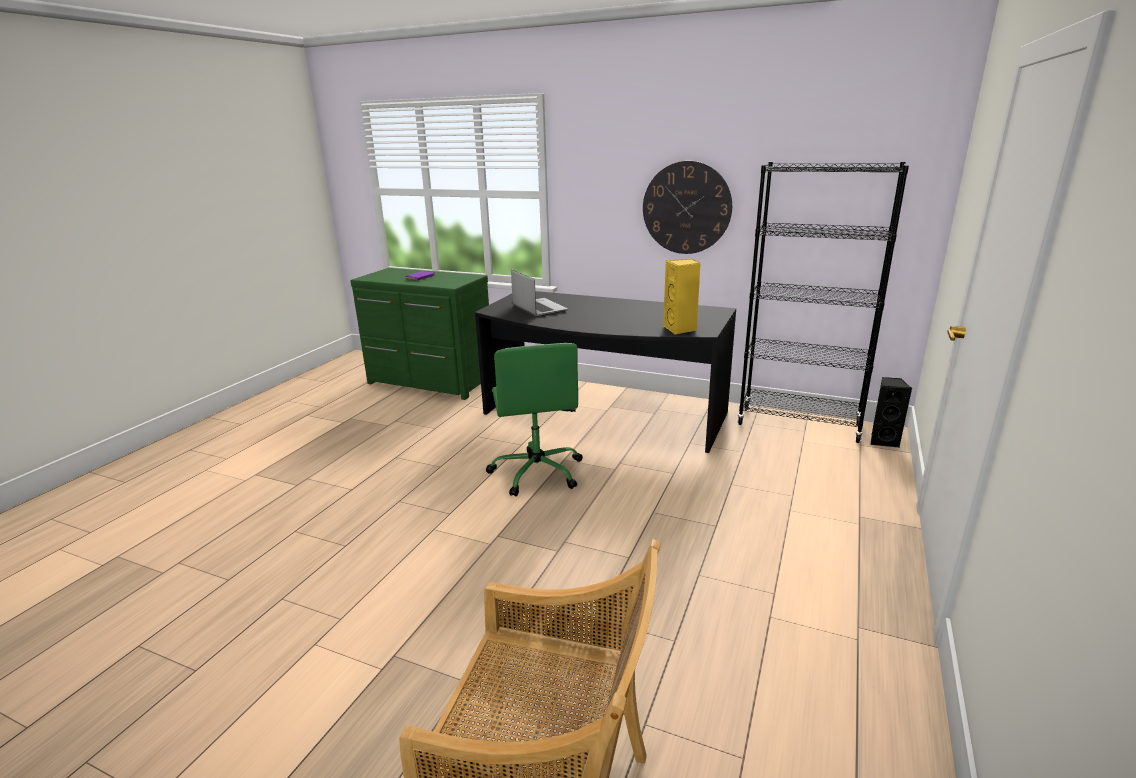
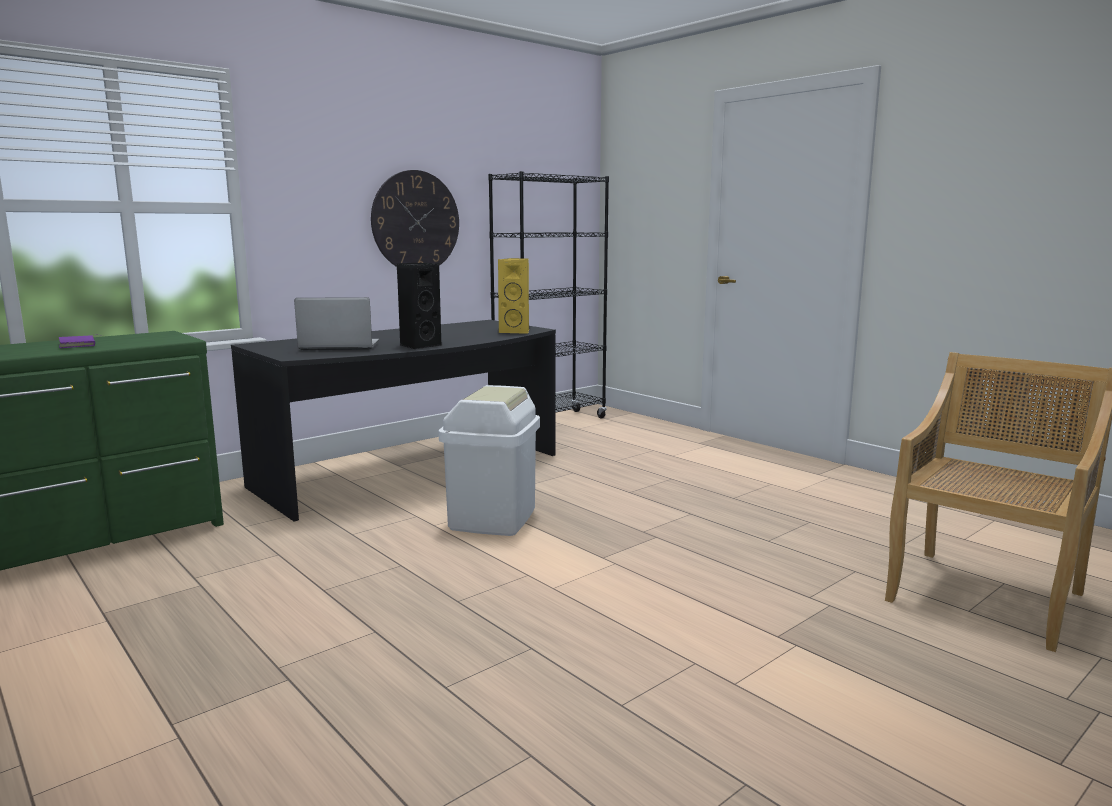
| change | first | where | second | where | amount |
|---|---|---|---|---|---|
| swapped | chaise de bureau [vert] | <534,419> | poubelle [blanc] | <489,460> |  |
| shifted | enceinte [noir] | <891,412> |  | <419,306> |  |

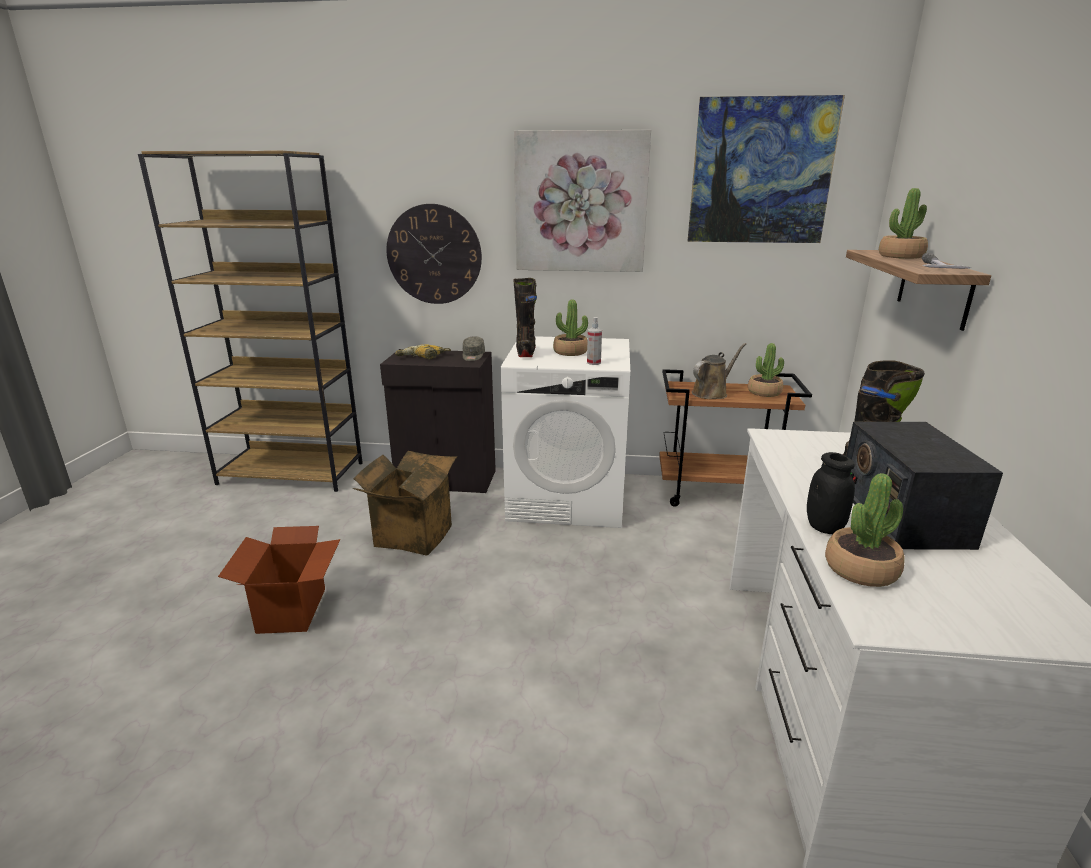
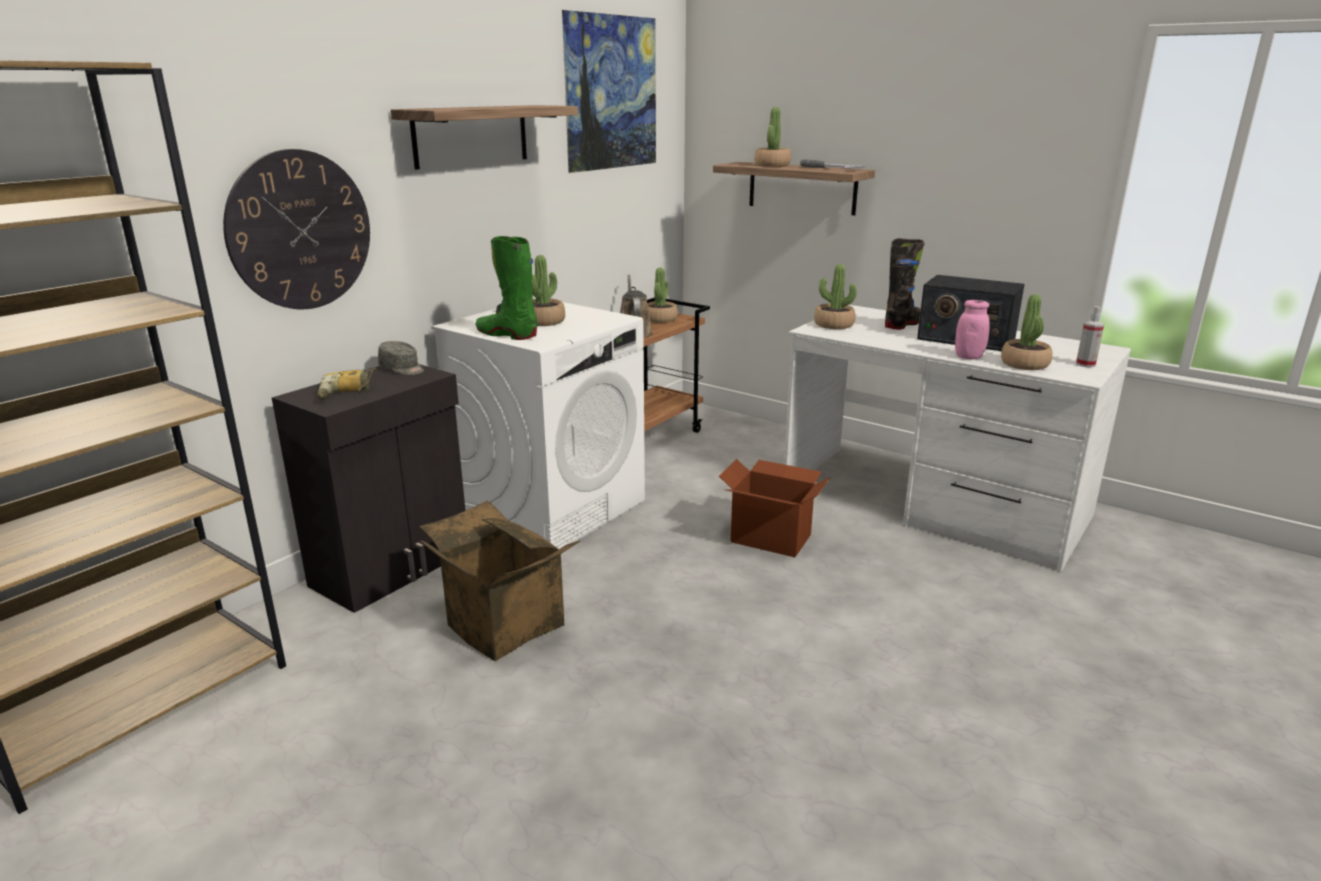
| change | first | where | second | where | amount |
|---|---|---|---|---|---|
| swapped | tableau | <582,201> | étagère | <484,137> |  |
| repainted | botte [noir] | <525,317> | botte [vert] | <506,288> |  |
| shifted | vaporisateur | <594,341> |  | <1090,336> |  |
| repainted | bocal [noir] | <831,493> | bocal [rose] | <972,329> |  |
| shifted | carton | <279,580> |  | <775,508> |  |
| new |  |  | plante en pot | <835,296> |  |

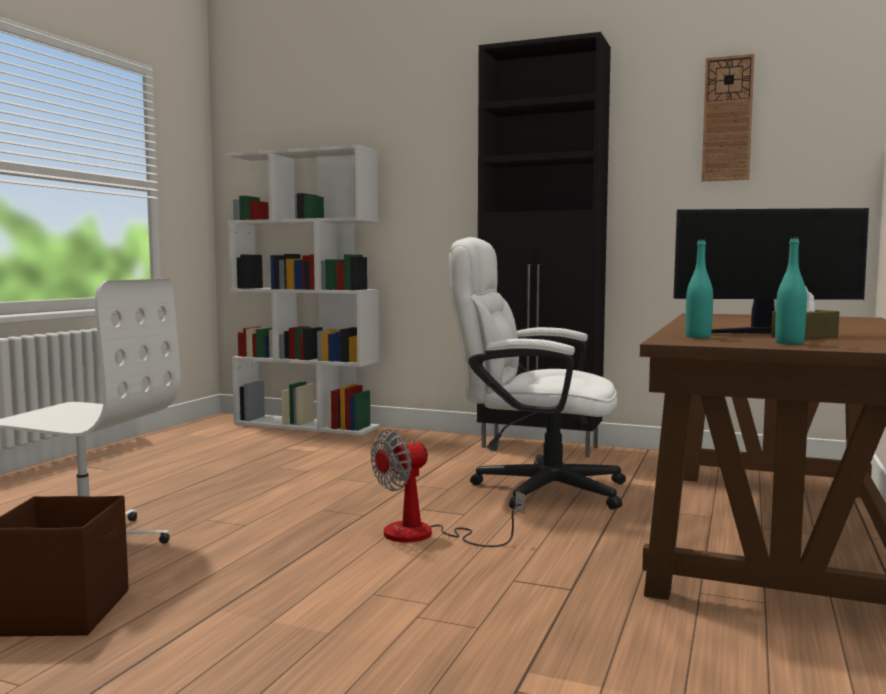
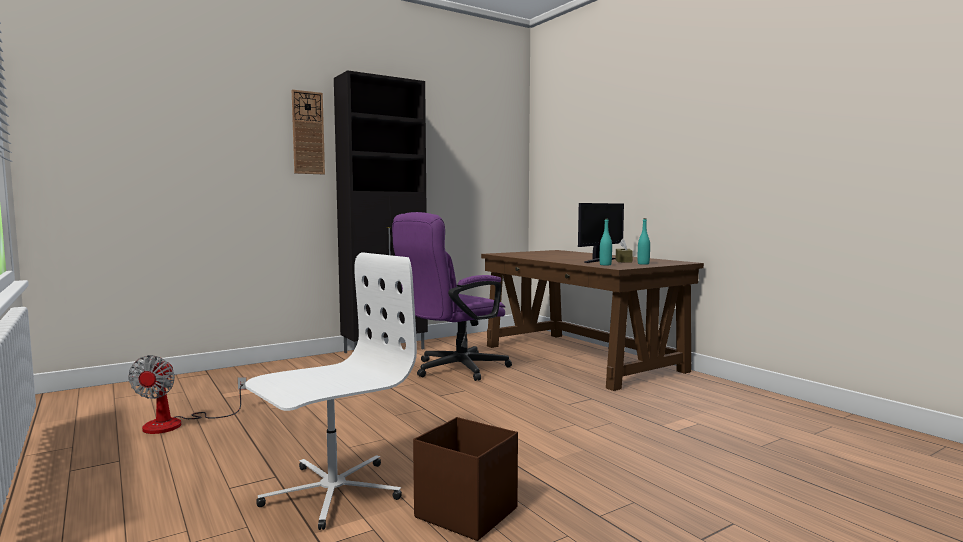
| change | first | where | second | where | amount |
|---|---|---|---|---|---|
| shifted | horloge murale | <728,117> |  | <308,131> |  |
| gone | bibliothèque [blanc] | <303,290> |  |  |  |
| repainted | chaise de bureau [blanc] | <537,373> | chaise de bureau [violet] | <452,296> |  |
| shifted | ventilateur | <448,488> |  | <187,394> |  |

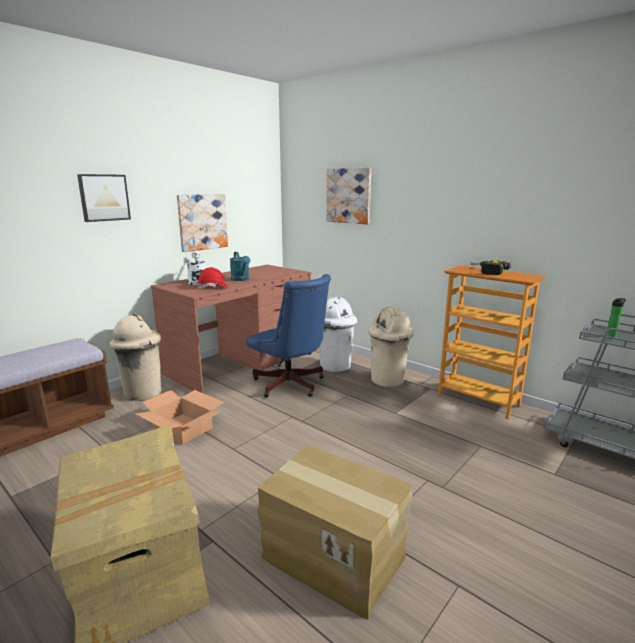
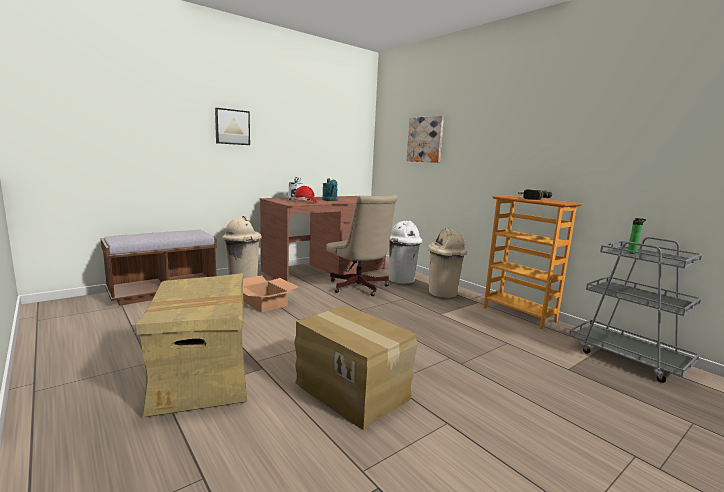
| change | first | where | second | where | amount |
|---|---|---|---|---|---|
| gone | tableau | <202,223> |  |  |  |
| repainted | chaise de bureau [bleu] | <288,336> | chaise de bureau [beige] | <362,245> |  |

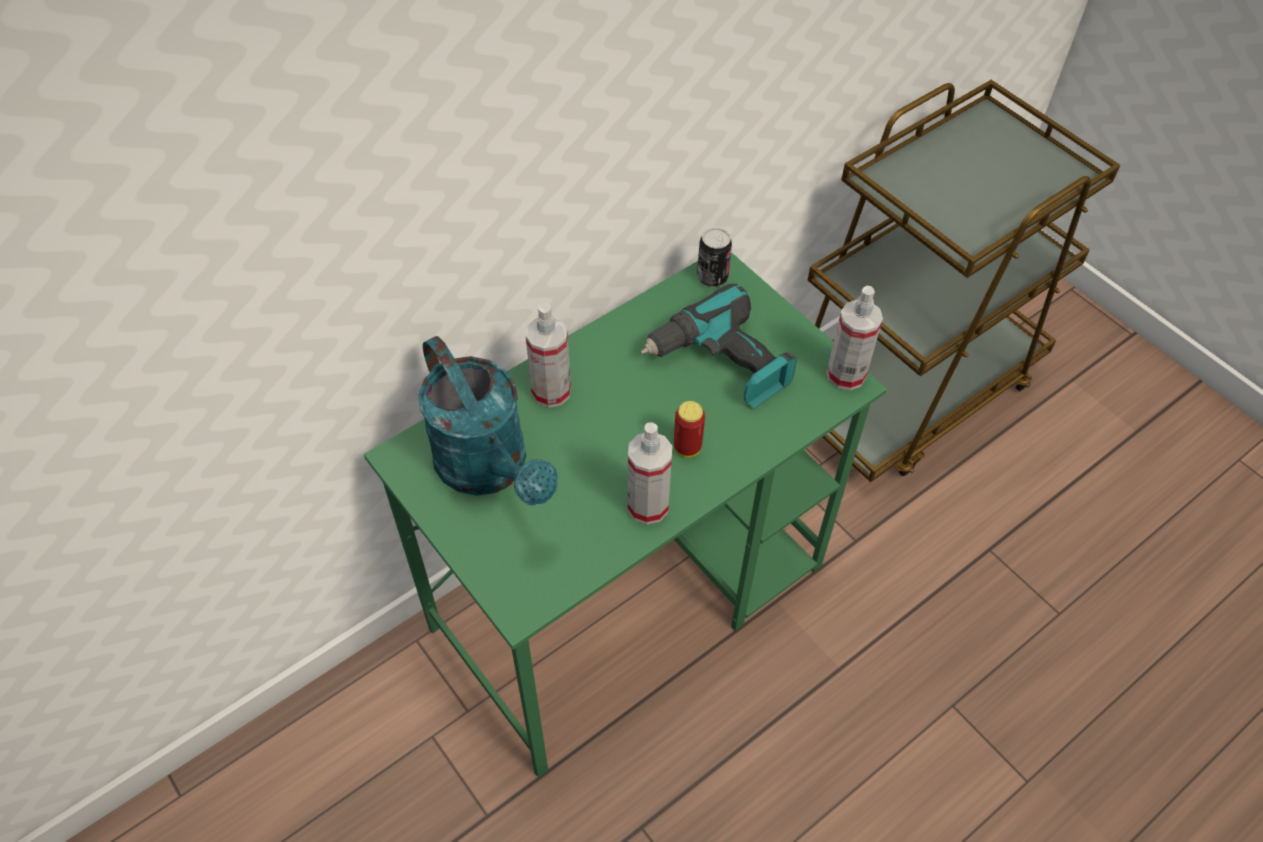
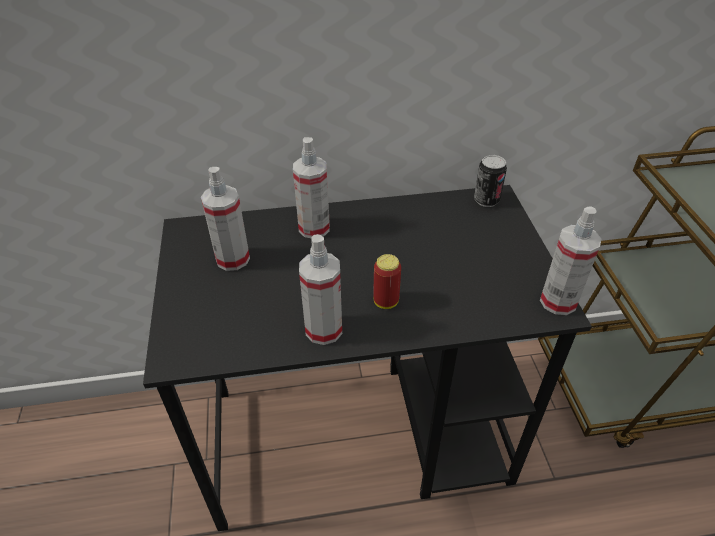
| change | first | where | second | where | amount |
|---|---|---|---|---|---|
| repainted | bureau [vert] | <625,515> | bureau [noir] | <367,358> |  |
| gone | perceuse | <718,346> |  |  |  |
| swapped | arrosoir [turquoise] | <488,421> | vaporisateur | <225,219> |  |

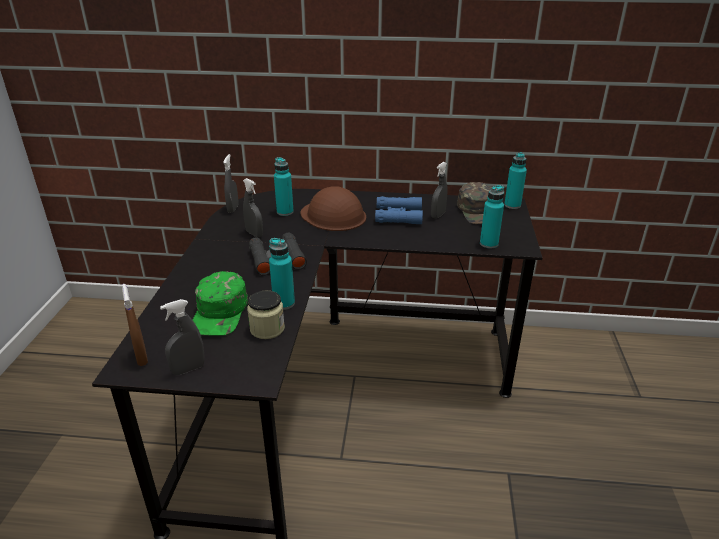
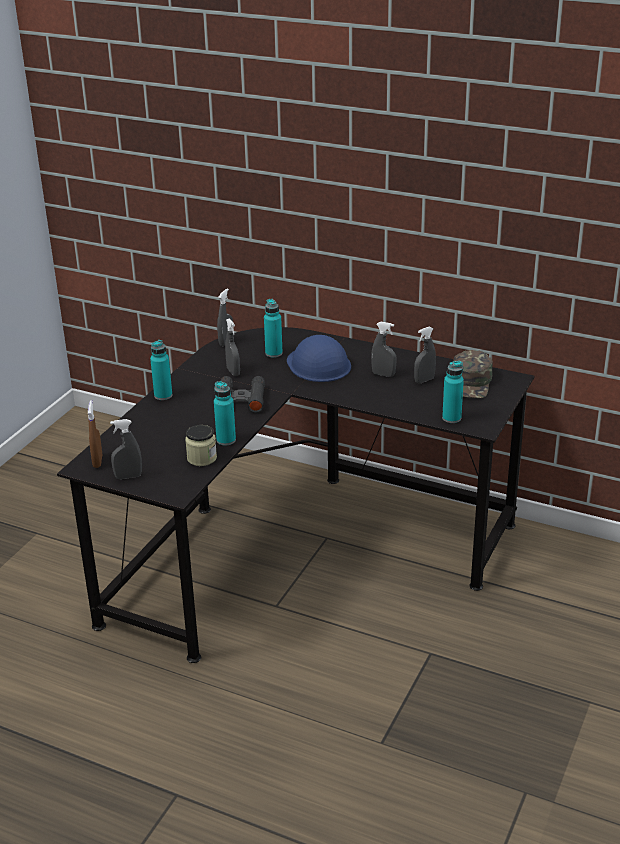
| change | first | where | second | where | amount |
|---|---|---|---|---|---|
| shifted | bouteille [turquoise] | <515,180> |  | <161,370> |  |
| repainted | casque de chantier [marron] | <333,208> | casque de chantier [bleu] | <319,358> |  |
| swapped | jumelles [bleu] | <399,210> | vaporisateur [gris] | <384,349> |  |
| gone | casquette [vert] | <220,303> |  |  |  |

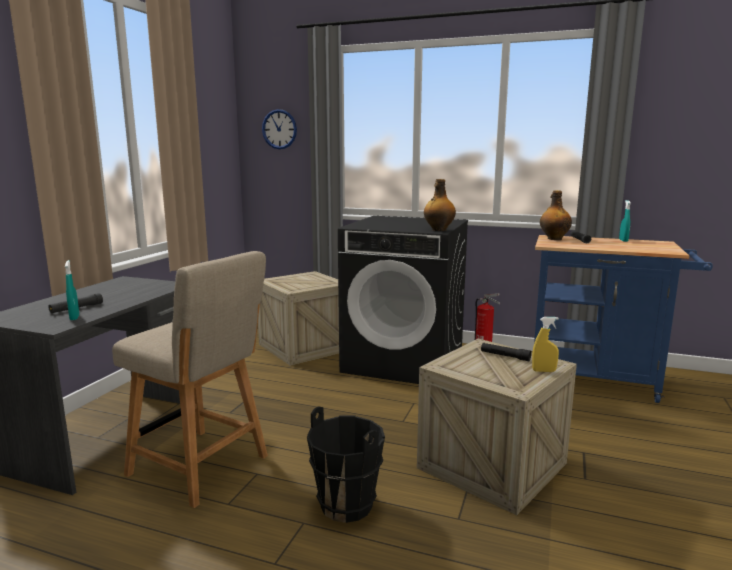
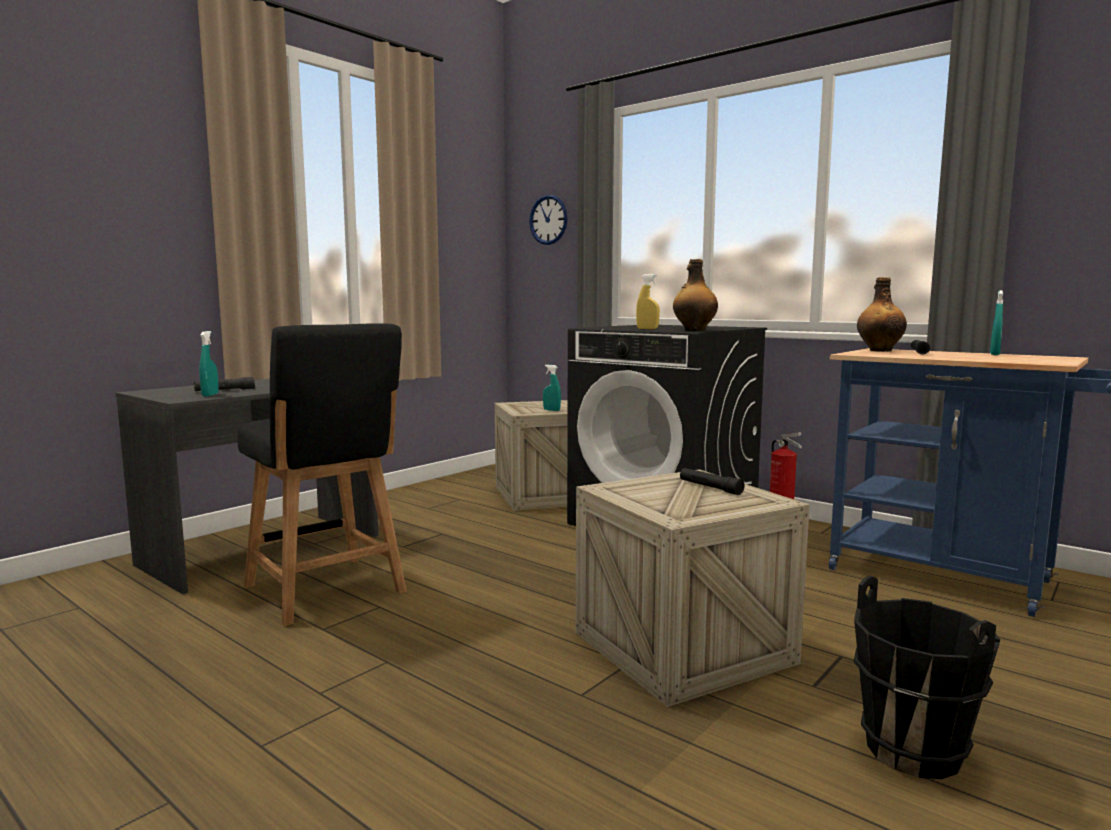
| change | first | where | second | where | amount |
|---|---|---|---|---|---|
| repainted | chaise [beige] | <190,379> | chaise [noir] | <322,474> |  |
| shifted | vaporisateur [jaune] | <545,344> |  | <648,301> |  |
| shifted | seau [noir] | <346,464> |  | <927,677> |  |
| new |  |  | vaporisateur [turquoise] | <552,388> |  |

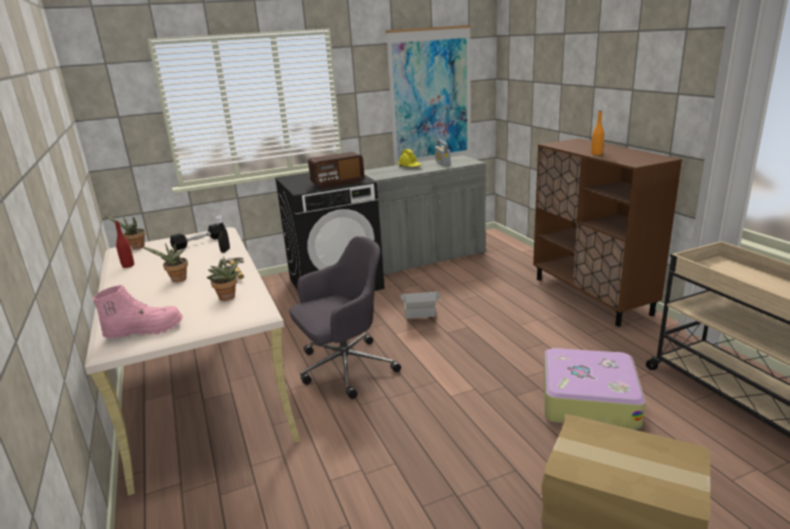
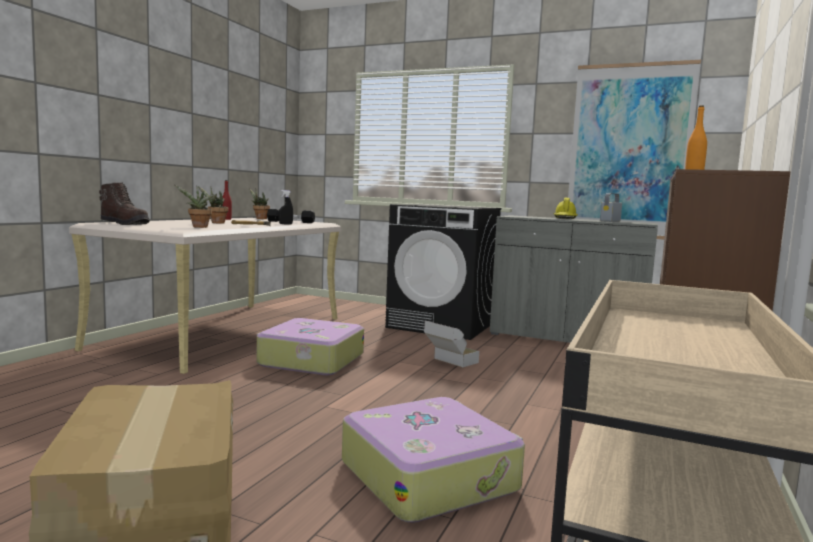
| change | first | where | second | where | amount |
|---|---|---|---|---|---|
| gone | radio | <336,170> |  |  |  |
| swapped | chaise de bureau [gris] | <345,317> | valise | <310,346> |  |
| repainted | botte [rose] | <138,311> | botte [marron] | <124,203> |  |

